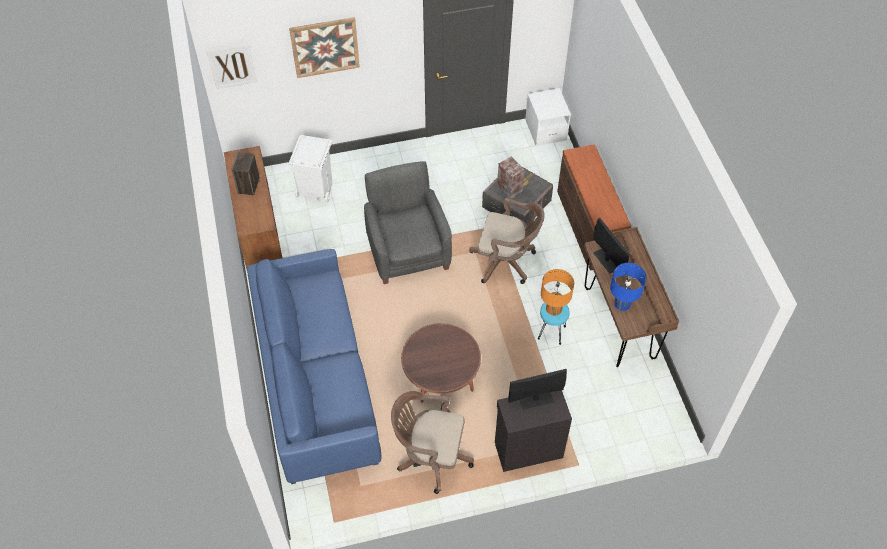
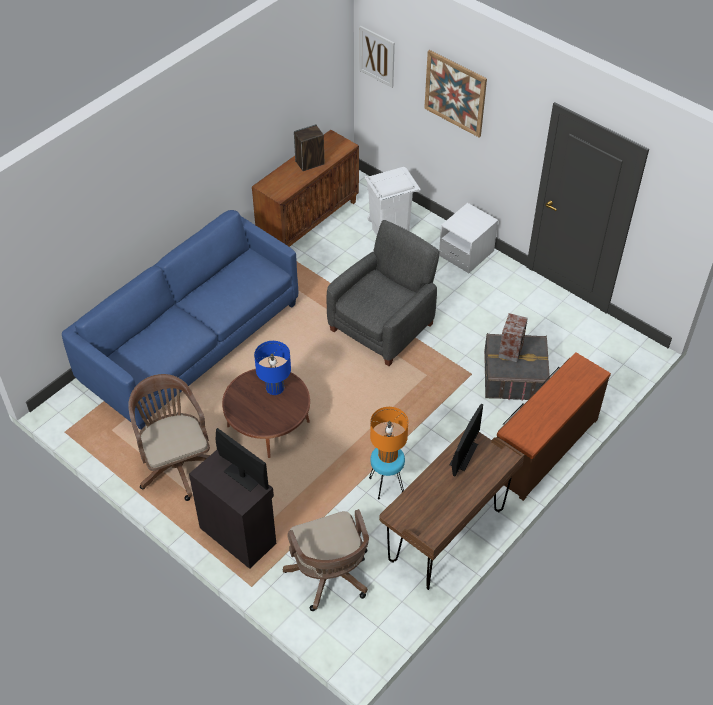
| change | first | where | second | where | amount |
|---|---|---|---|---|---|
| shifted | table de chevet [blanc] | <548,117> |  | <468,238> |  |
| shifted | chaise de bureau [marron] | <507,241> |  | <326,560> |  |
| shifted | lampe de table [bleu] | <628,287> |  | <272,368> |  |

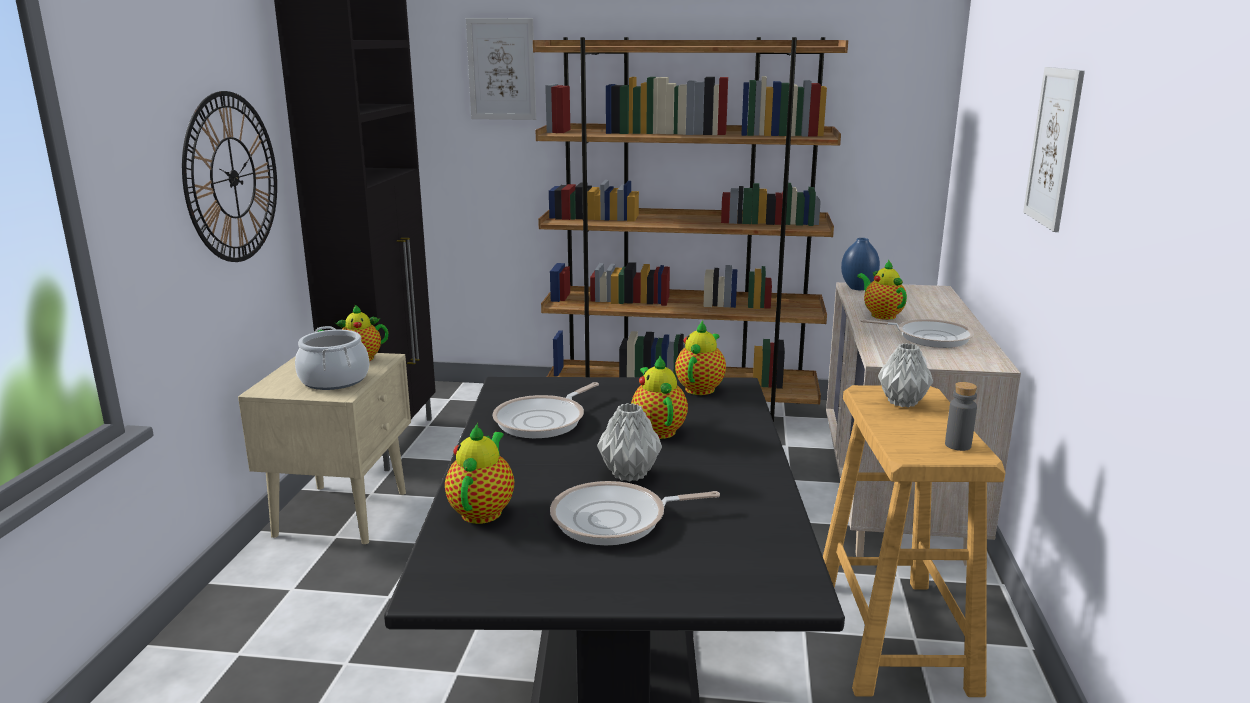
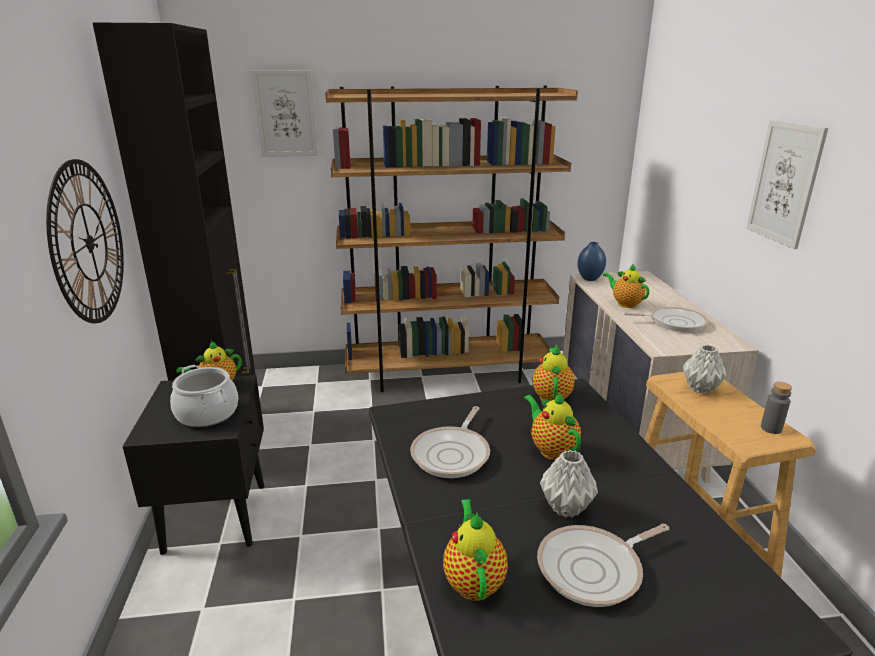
| change | first | where | second | where | amount |
|---|---|---|---|---|---|
| repainted | table de chevet [beige] | <324,448> | table de chevet [noir] | <193,465> |  |

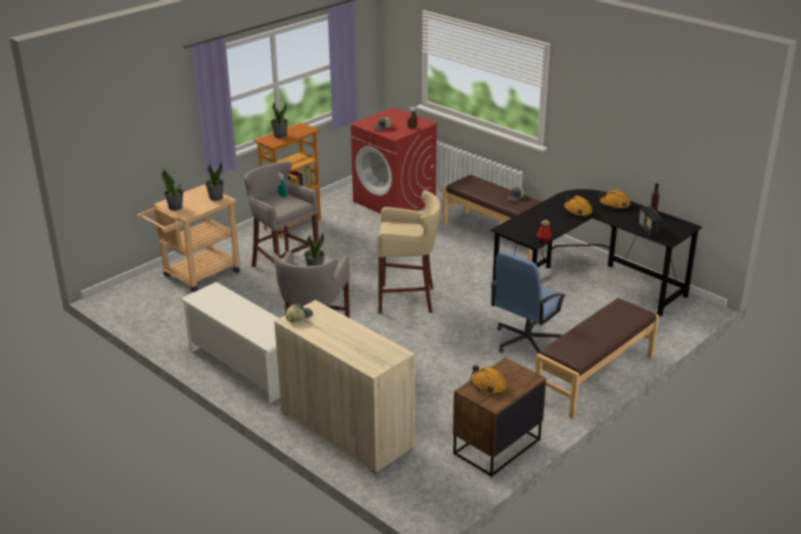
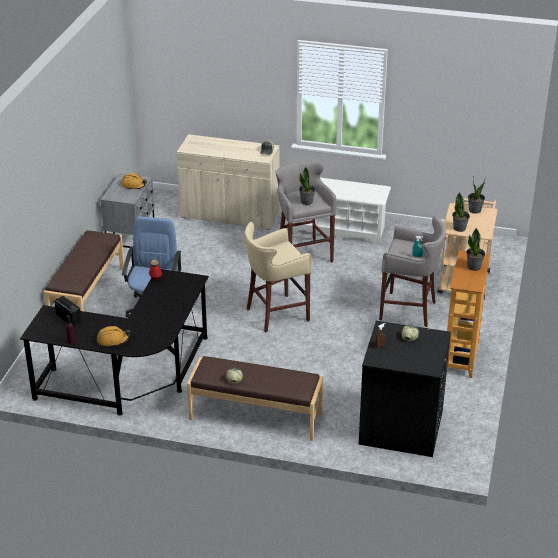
| change | first | where | second | where | amount |
|---|---|---|---|---|---|
| repainted | lave-linge [rouge] | <394,160> | lave-linge [noir] | <404,389> |  |
| gone | casque de chantier [orange] | <578,206> |  |  |  |
| repainted | table de chevet [marron] | <499,417> | table de chevet [gris] | <127,210> |  |

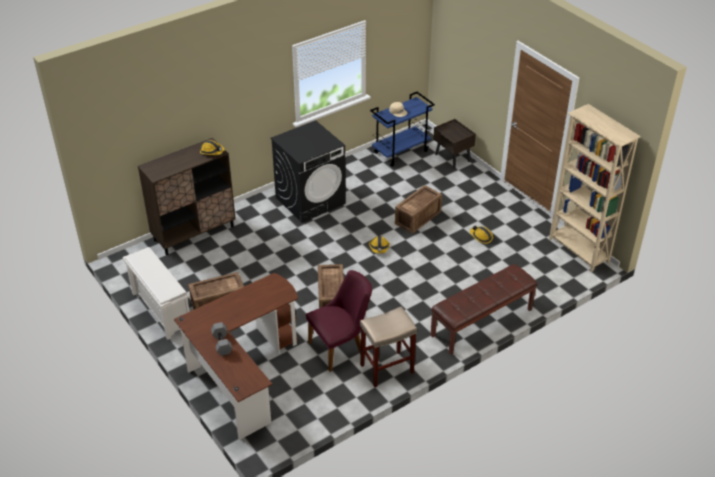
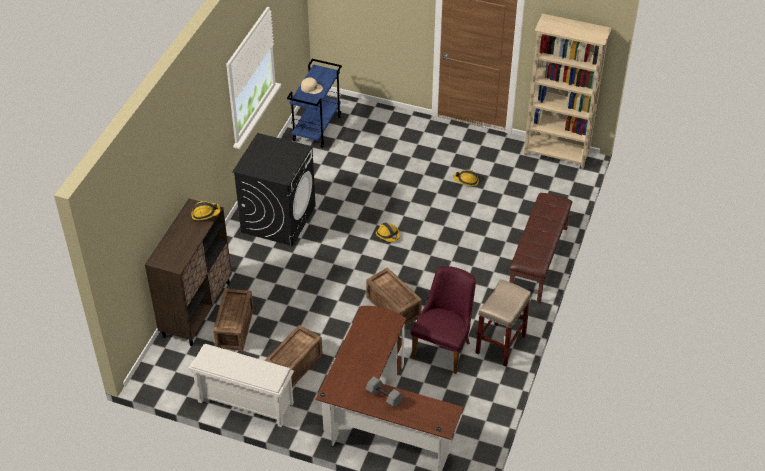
| change | first | where | second | where | amount |
|---|---|---|---|---|---|
| gone | table de chevet [marron] | <454,144> |  |  |  |
| shifted | caisse | <418,209> |  | <233,320> |  |

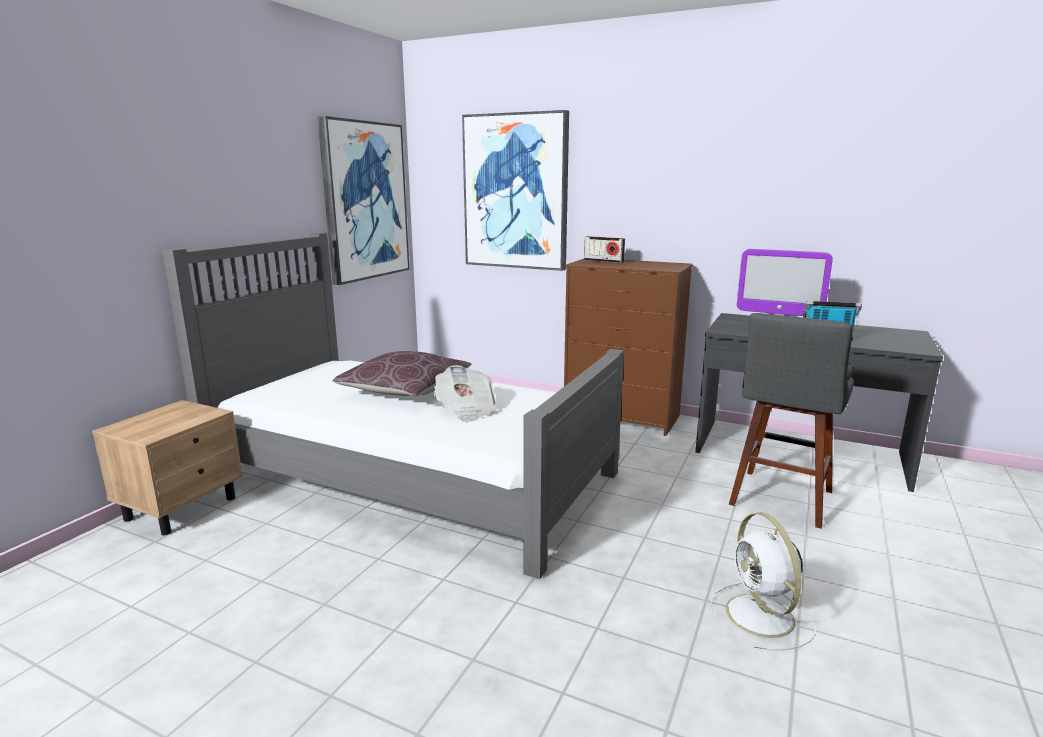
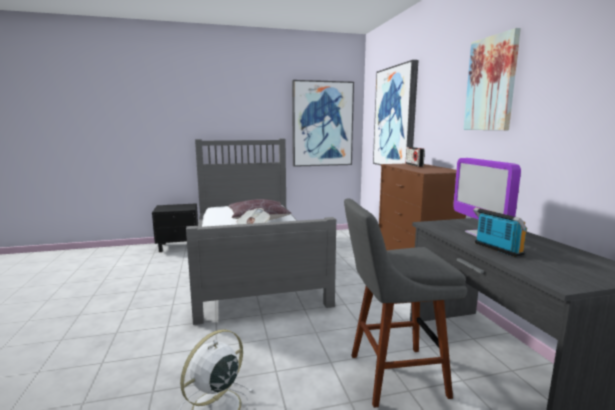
| change | first | where | second | where | amount |
|---|---|---|---|---|---|
| repainted | table de chevet [beige] | <167,468> | table de chevet [noir] | <175,227> |  |
| new |  |  | tableau | <492,79> |  |

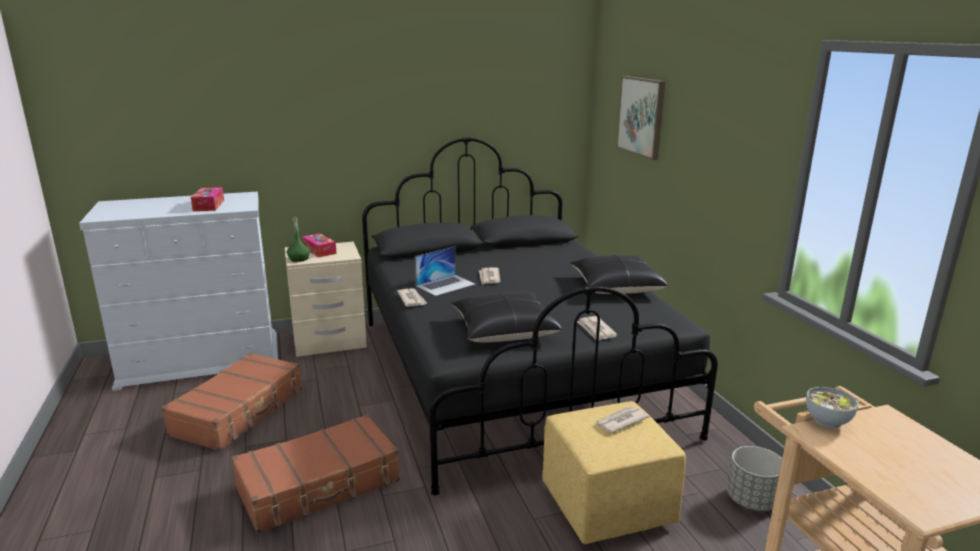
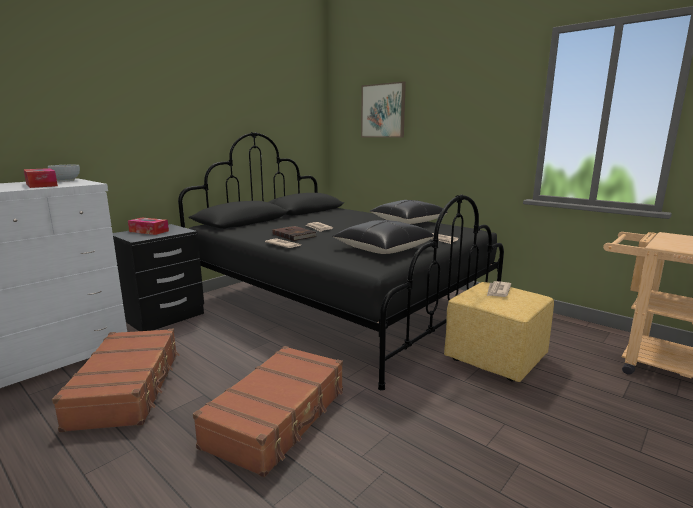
| change | first | where | second | where | amount |
|---|---|---|---|---|---|
| gone | bouteille [vert] | <298,239> |  |  |  |
| repainted | table de chevet [beige] | <325,299> | table de chevet [noir] | <158,277> |  |
| swapped | ordinateur portable | <445,271> | livre [marron] | <294,233> |  |
| shifted | bol | <832,407> |  | <64,173> |  |
| gone | cache-pot [gris] | <754,478> |  |  |  |

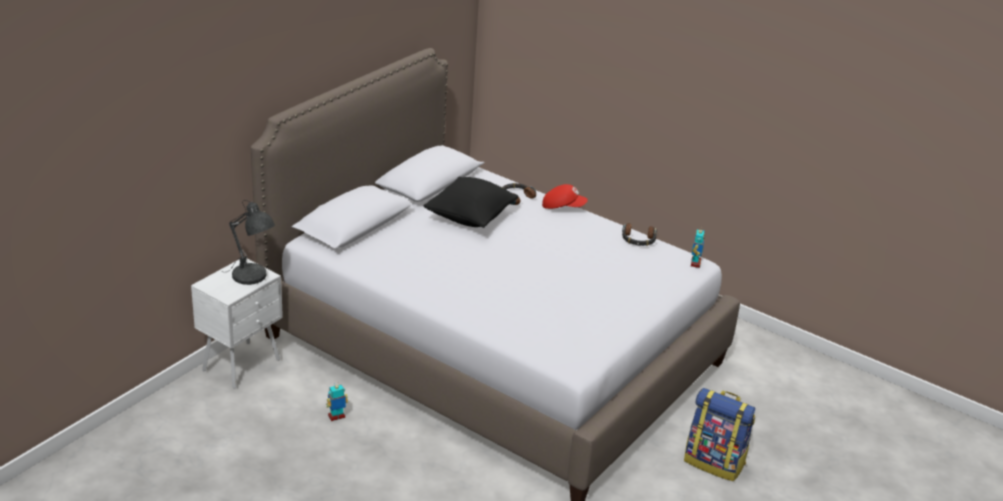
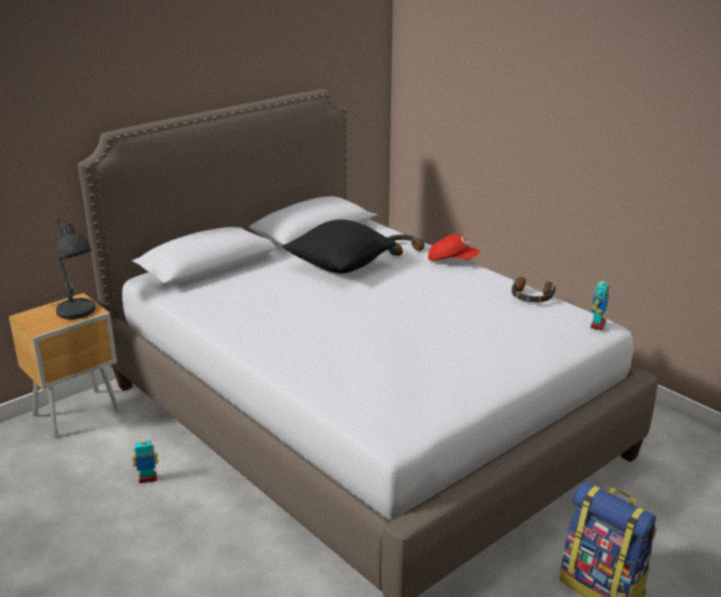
| change | first | where | second | where | amount |
|---|---|---|---|---|---|
| repainted | table de chevet [blanc] | <237,324> | table de chevet [marron] | <64,365> |  |

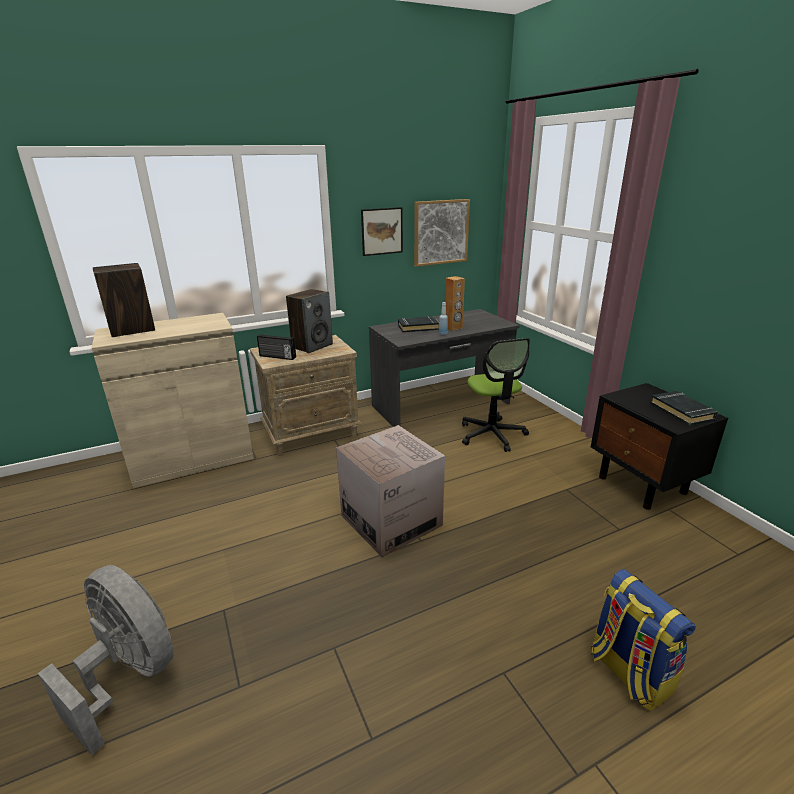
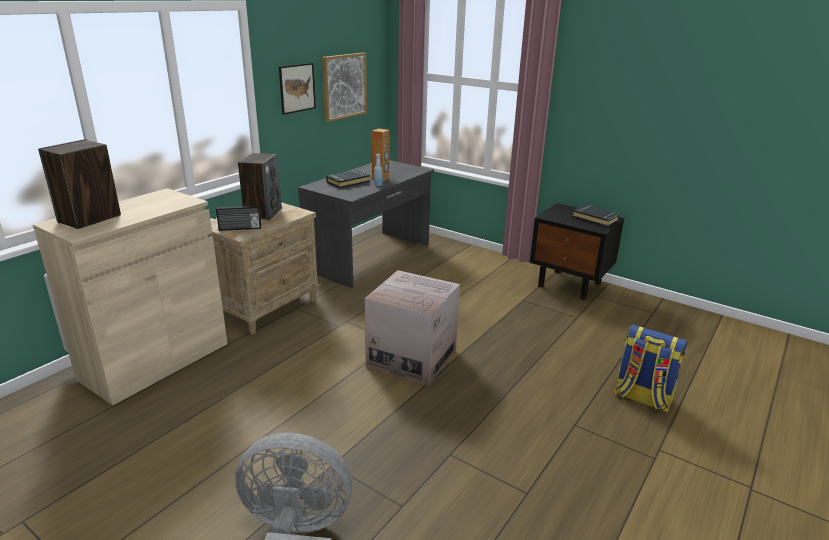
| change | first | where | second | where | amount |
|---|---|---|---|---|---|
| gone | chaise de bureau | <496,395> |  |  |  |

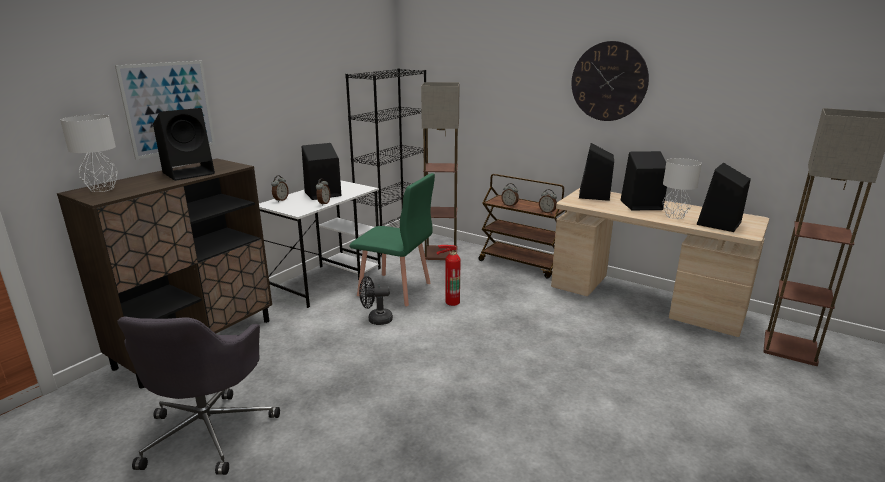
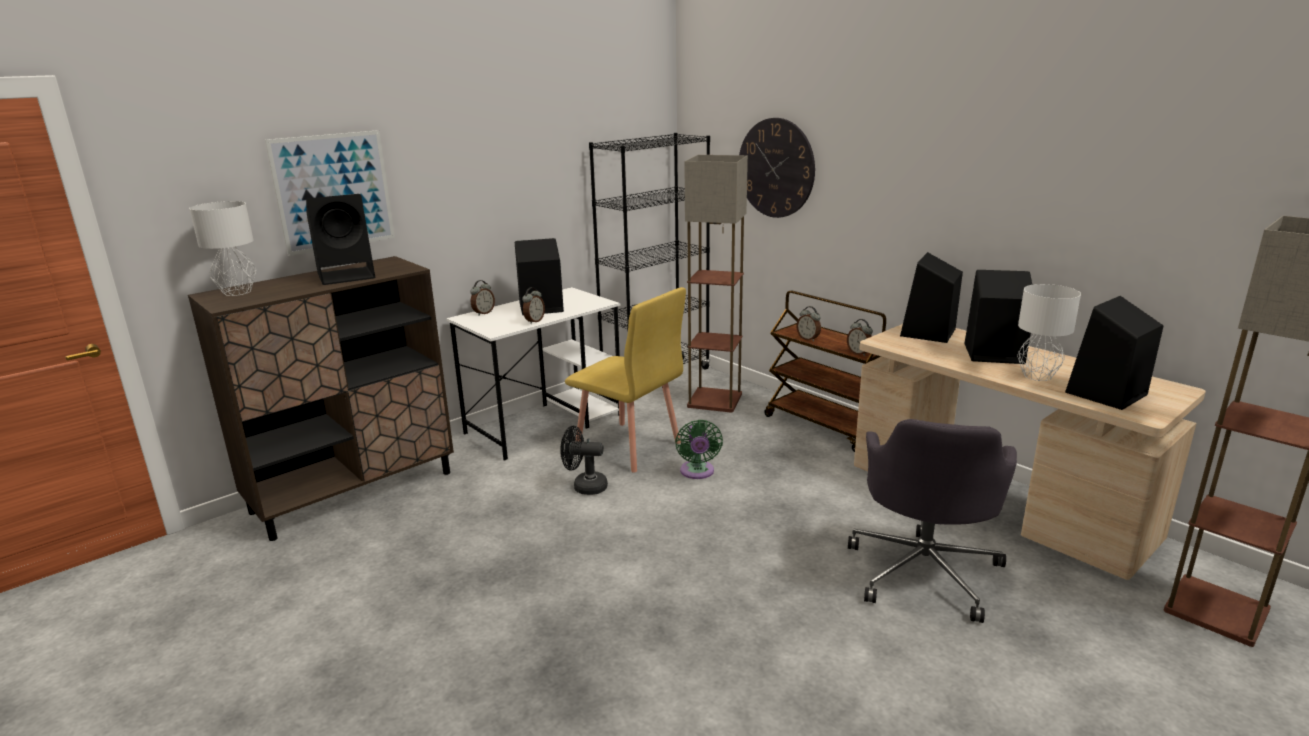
| change | first | where | second | where | amount |
|---|---|---|---|---|---|
| shifted | horloge murale | <610,81> |  | <777,168> |  |
| repainted | chaise [vert] | <392,239> | chaise [jaune] | <625,380> |  |
| swapped | extincteur | <449,275> | ventilateur [vert] | <699,449> |  |
| shifted | chaise de bureau [gris] | <198,395> |  | <932,521> |  |

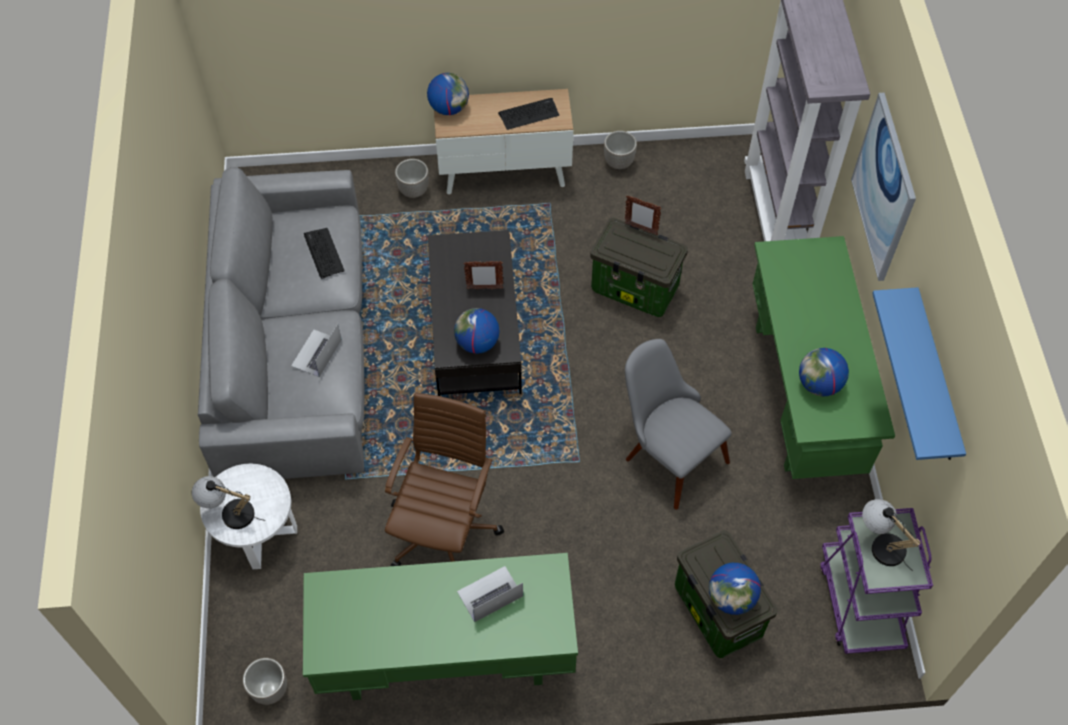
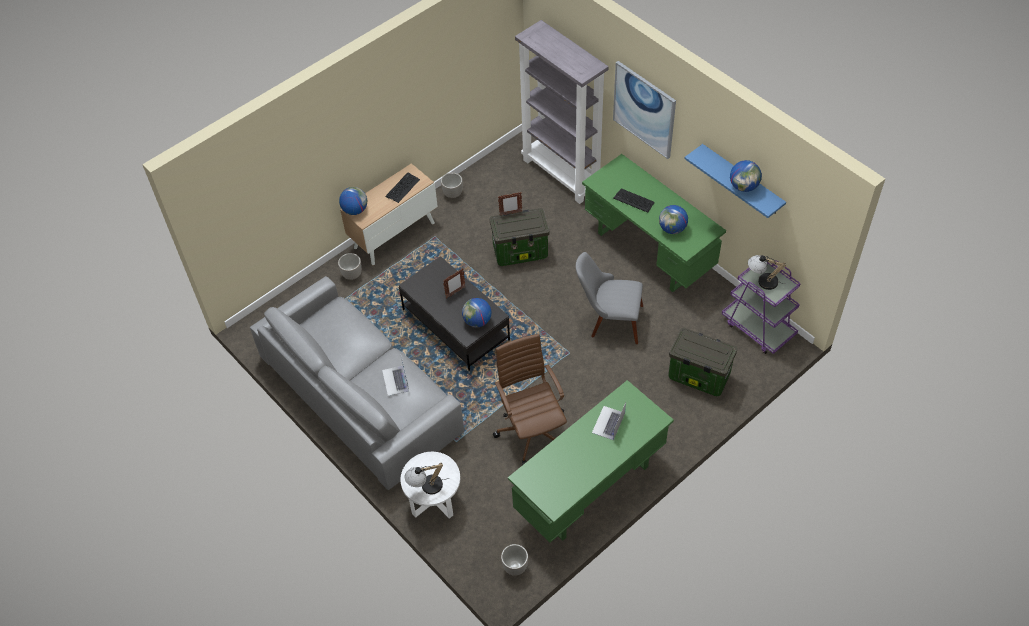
| change | first | where | second | where | amount |
|---|---|---|---|---|---|
| shifted | clavier | <324,253> |  | <634,200> |  |
| shifted | globe | <735,589> |  | <746,176> |  |

